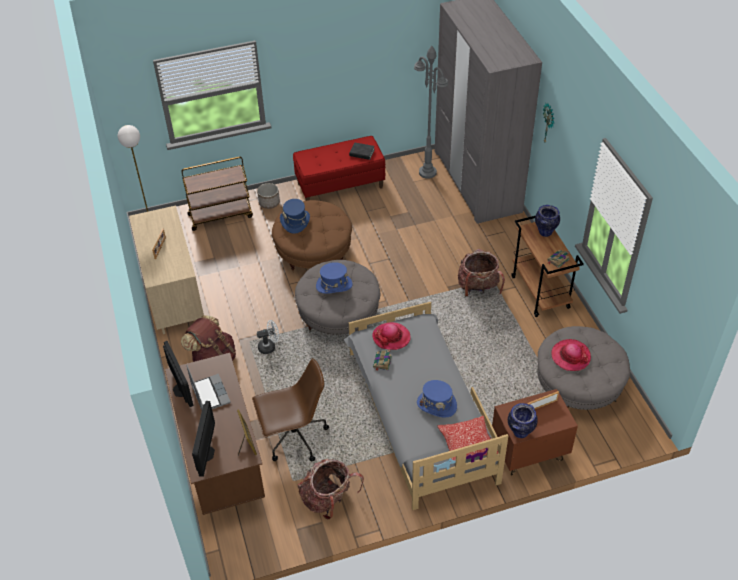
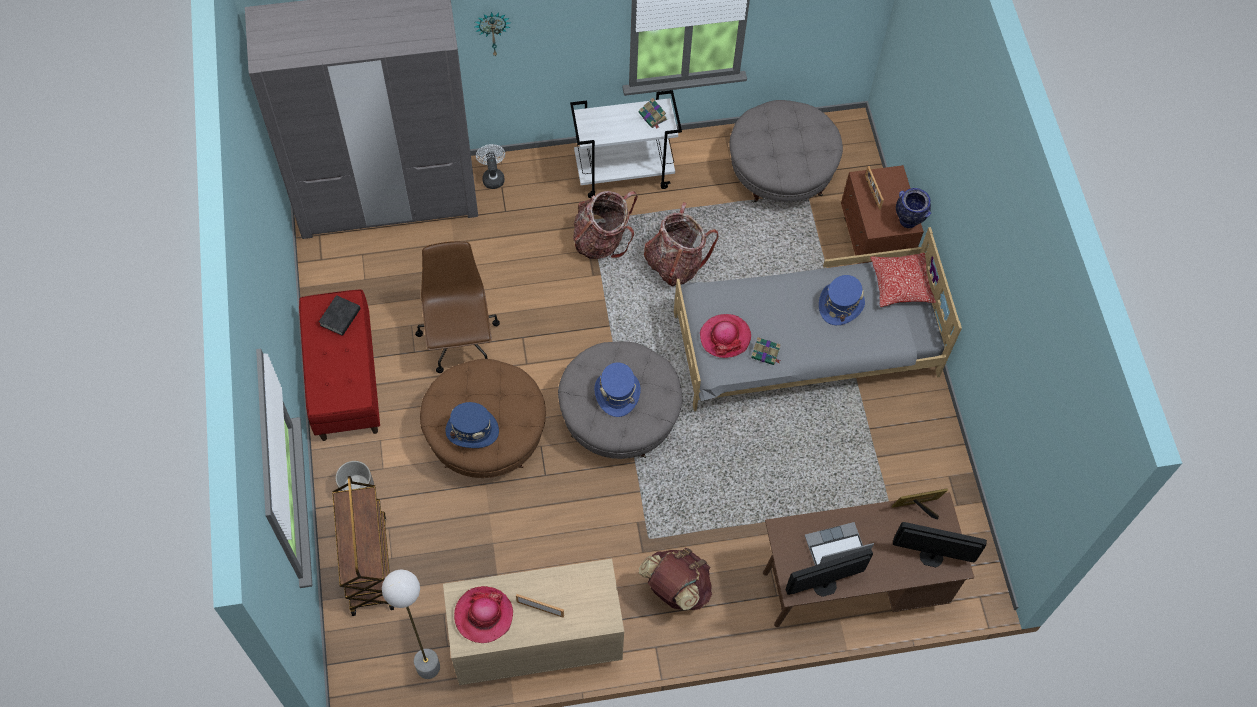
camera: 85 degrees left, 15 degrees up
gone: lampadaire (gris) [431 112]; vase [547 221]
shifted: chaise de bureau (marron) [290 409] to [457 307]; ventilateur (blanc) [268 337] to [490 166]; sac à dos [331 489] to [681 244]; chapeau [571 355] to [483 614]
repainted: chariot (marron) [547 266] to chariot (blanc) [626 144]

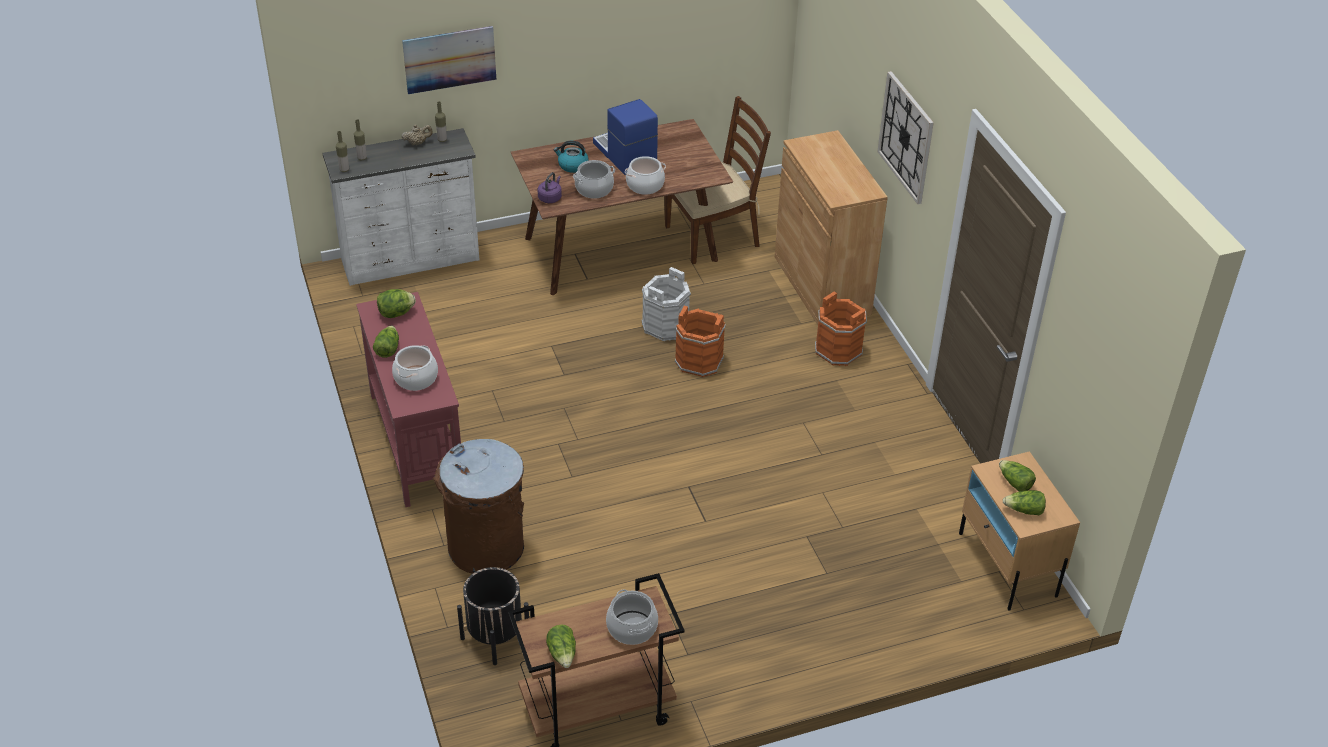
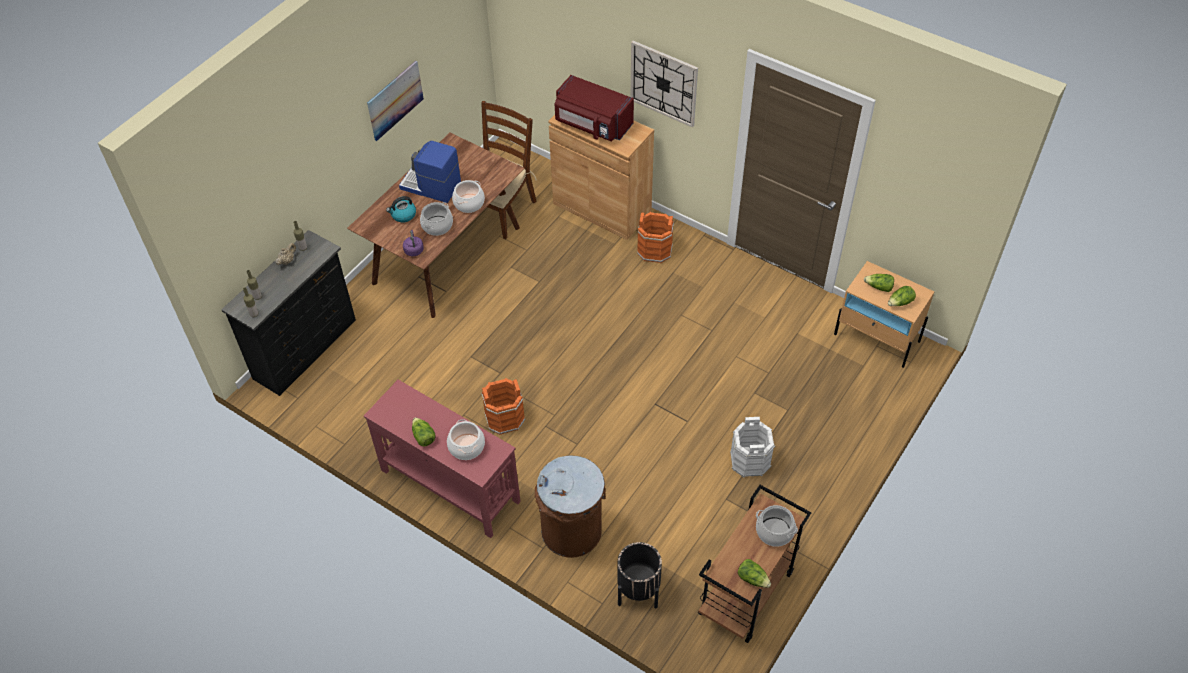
camera: 35 degrees left, 10 degrees up
gone: laitue [396 303]
new: micro-ondes (rouge) [594 108]
shifted: tableau [449 60] to [395 101]; seau (blanc) [666 304] to [752 447]; seau (orange) [700 341] to [503 406]
repainted: commode (blanc) [401 207] to commode (noir) [288 313]

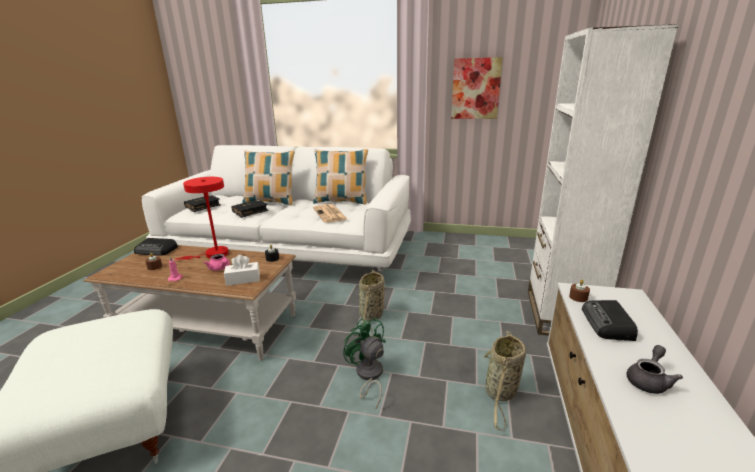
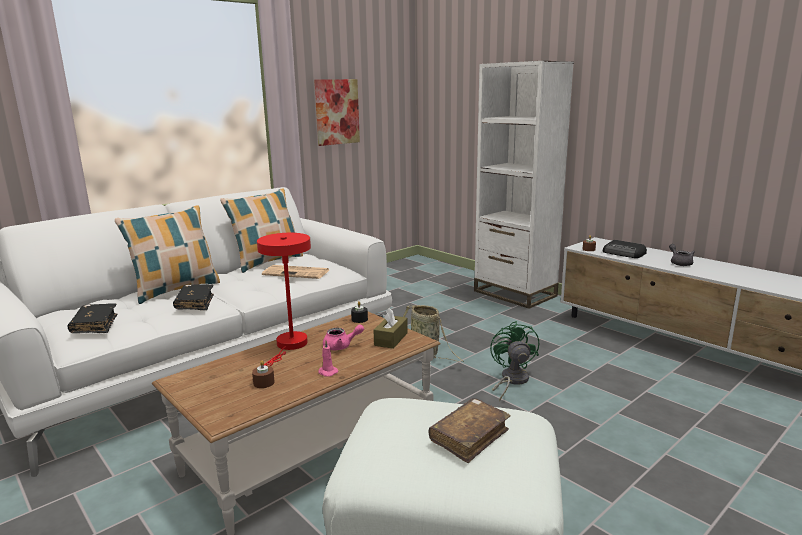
camera: 55 degrees left, 5 degrees down
gone: radio [156 247]; panier [504 381]
new: livre (marron) [470 430]
repainted: boîte à mouchoirs (blanc) [242 270] to boîte à mouchoirs (marron) [390 328]
rotated: ventilateur (vert) [364 364] = [514 361] 90 degrees clockwise

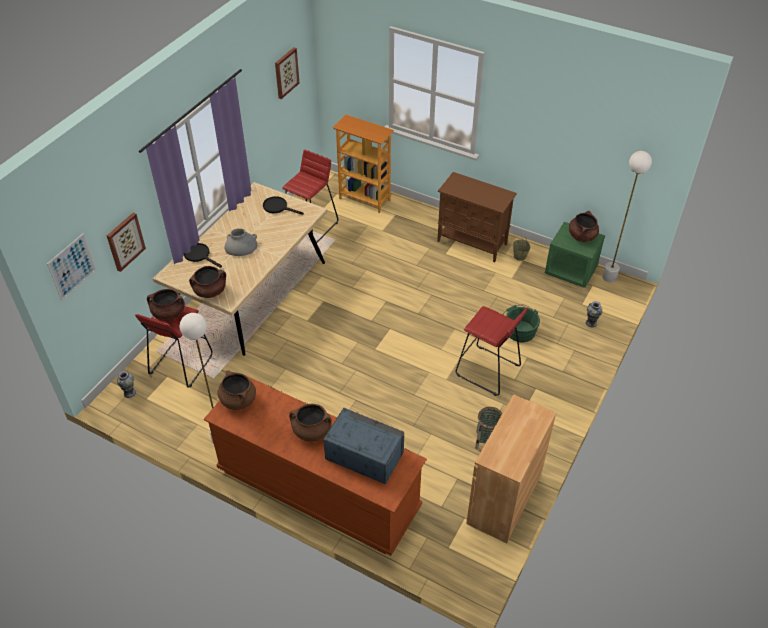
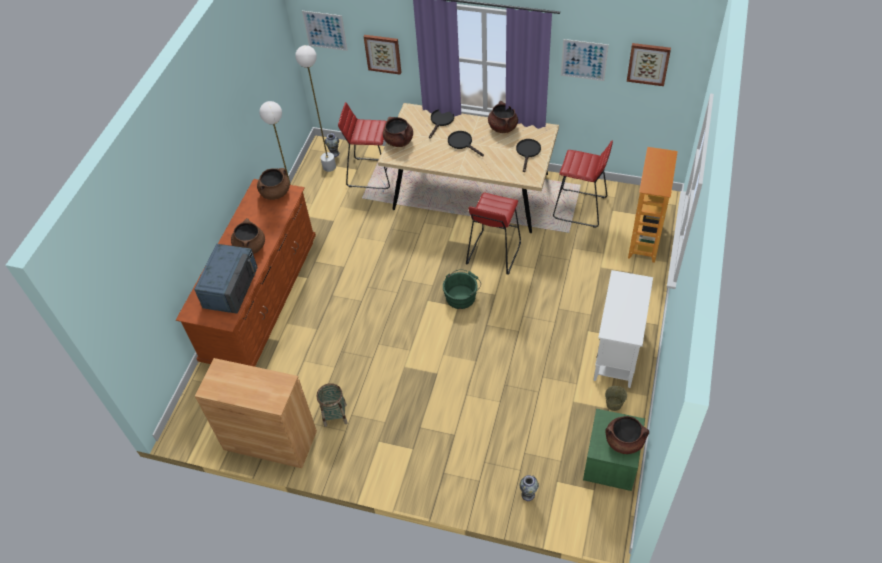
camera: 80 degrees right, 5 degrees up
new: tableau [585 60]
shifted: marmite (marron) [166 305] to [503 117]; tabouret (rouge) [491 351] to [493 233]; seau (vert) [521 323] to [462 289]; lampadaire (blanc) [627 217] to [315 108]
swapped: vase (gris) [240 242] to poêle (noir) [466 143]
repainted: meuble de rangement (marron) [477 217] to meuble de rangement (blanc) [623 329]

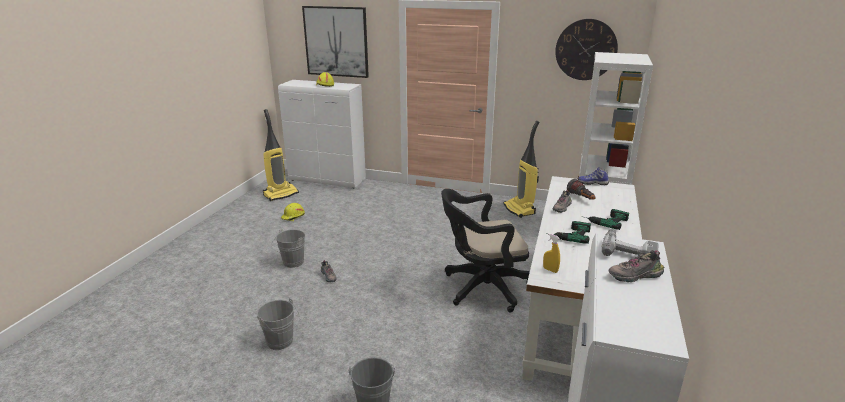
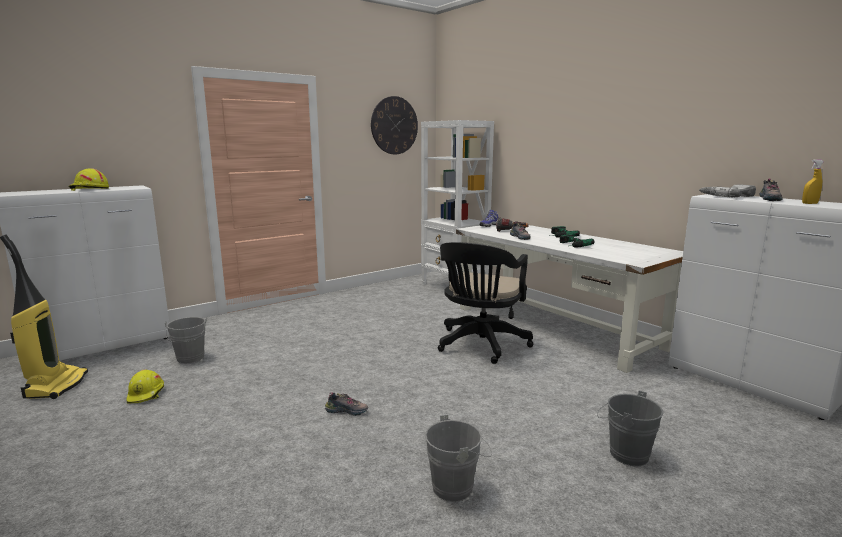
camera: 55 degrees left, 10 degrees down
gone: tableau [335 42]; aspirateur [521 169]
shifted: seau (gris) [288 248] to [186 340]; vaporisateur (jaune) [551 253] to [813 181]

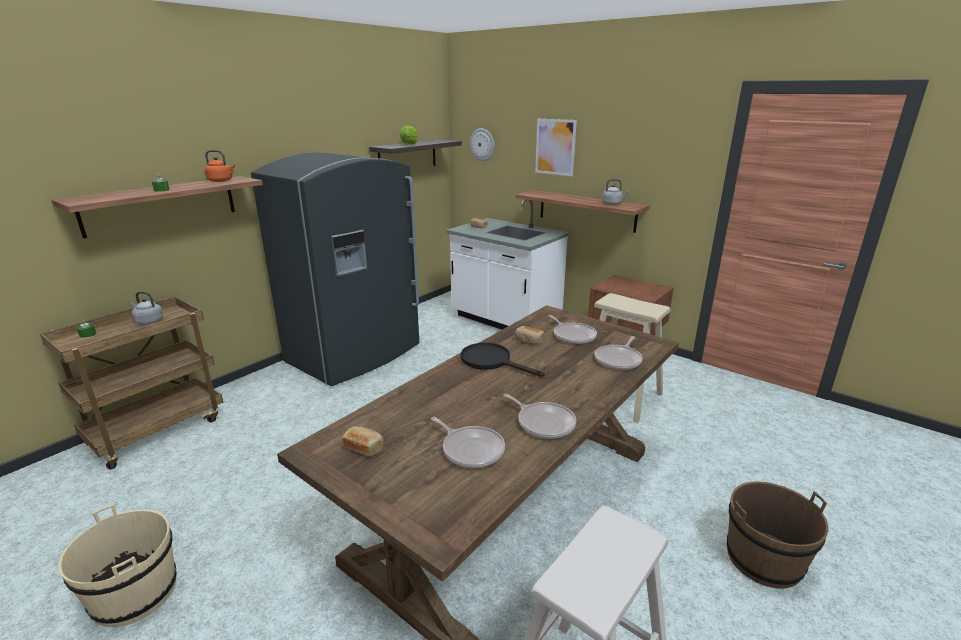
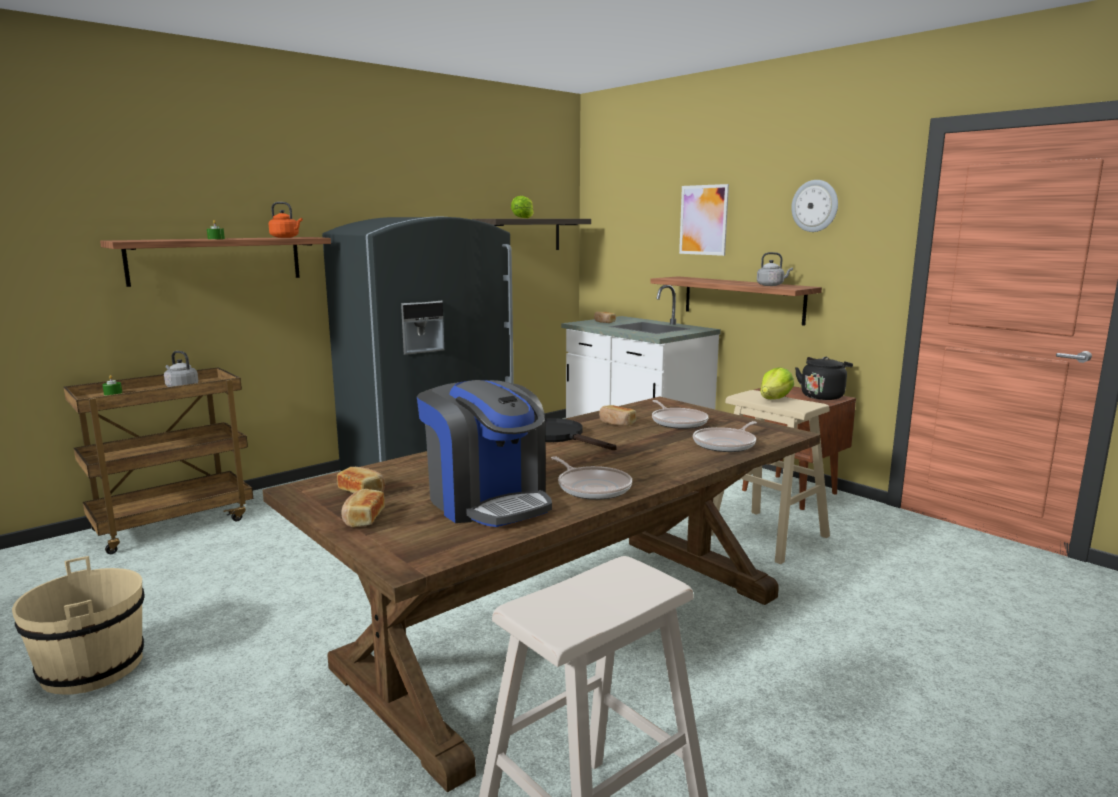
camera: 10 degrees right, 10 degrees down
gone: seau (marron) [777 535]
new: pain [363 508]; laitue [777 383]; bouilloire (noir) [824 378]
shifted: horloge murale [482 144] to [814 206]
swapped: poêle [468 442] to machine à café [484 453]

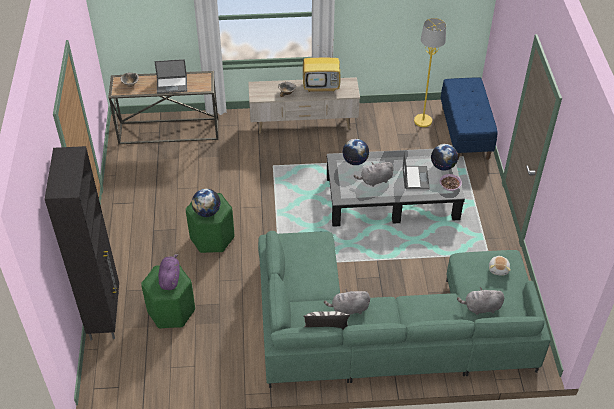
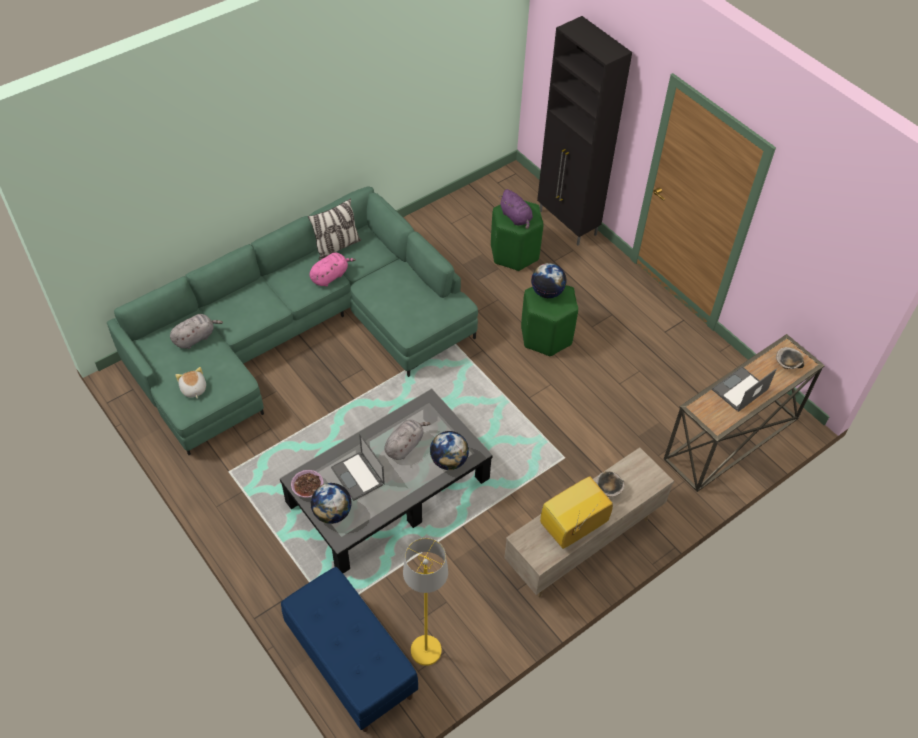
camera: 145 degrees right, 5 degrees up
repainted: peluche (gris) [347 302] to peluche (rose) [332 269]

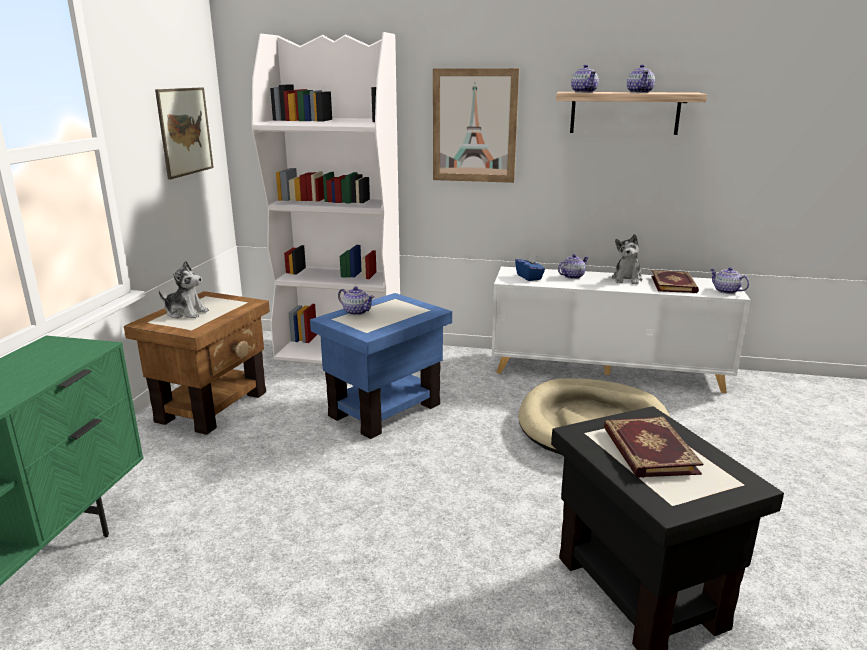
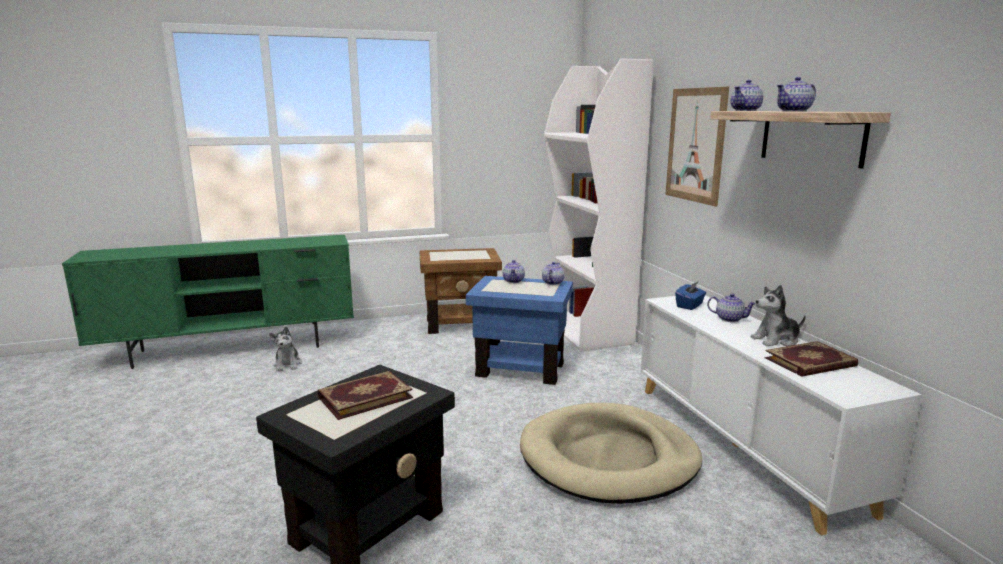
camera: 60 degrees right, 5 degrees down
gone: tableau [184 133]
shifted: peluche [184 290] to [285 349]; théière [730 280] to [553 273]

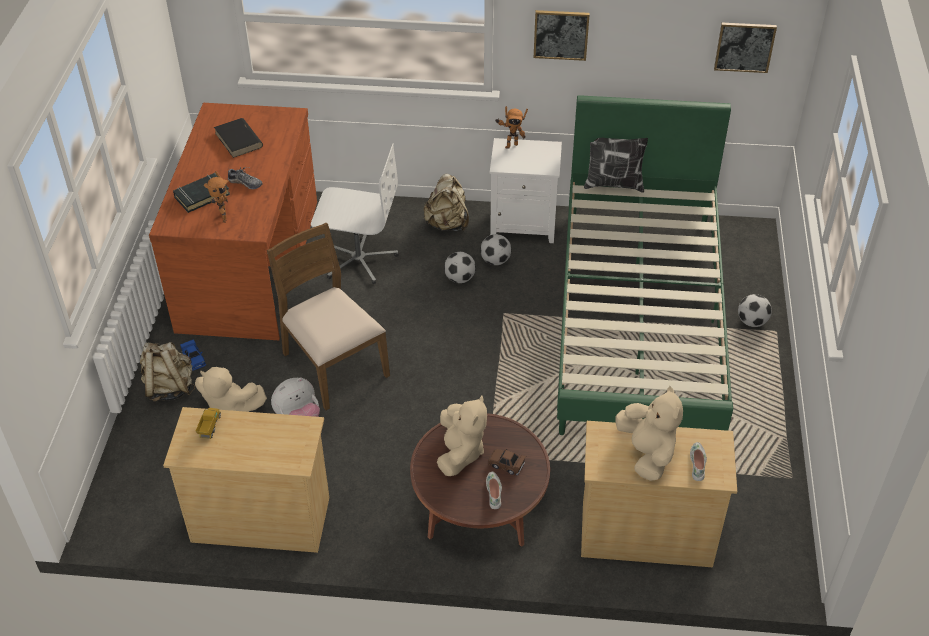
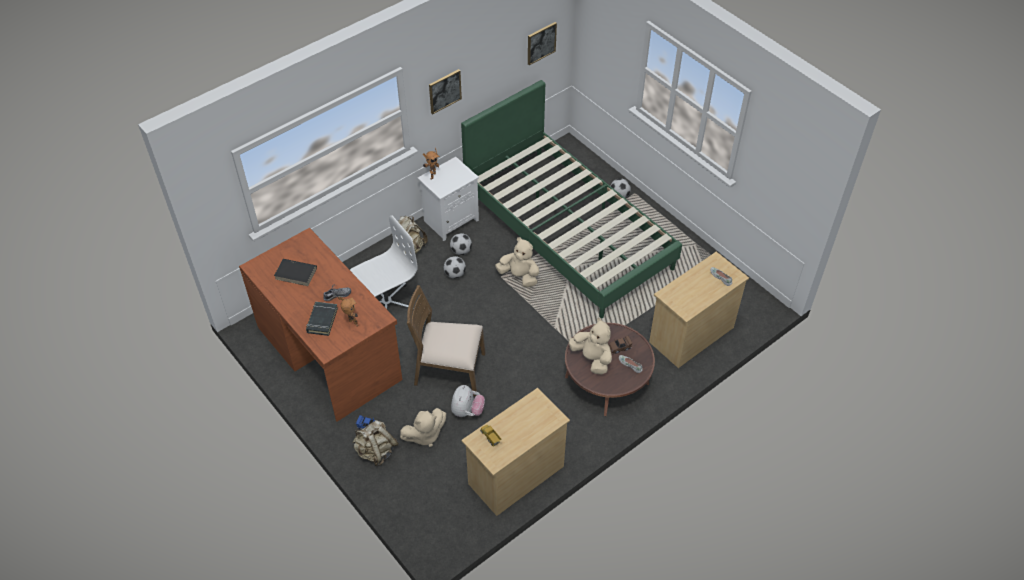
camera: 45 degrees left, 5 degrees up
gone: coussin [616 165]
shifted: peluche (beige) [649 433] to [517 262]

